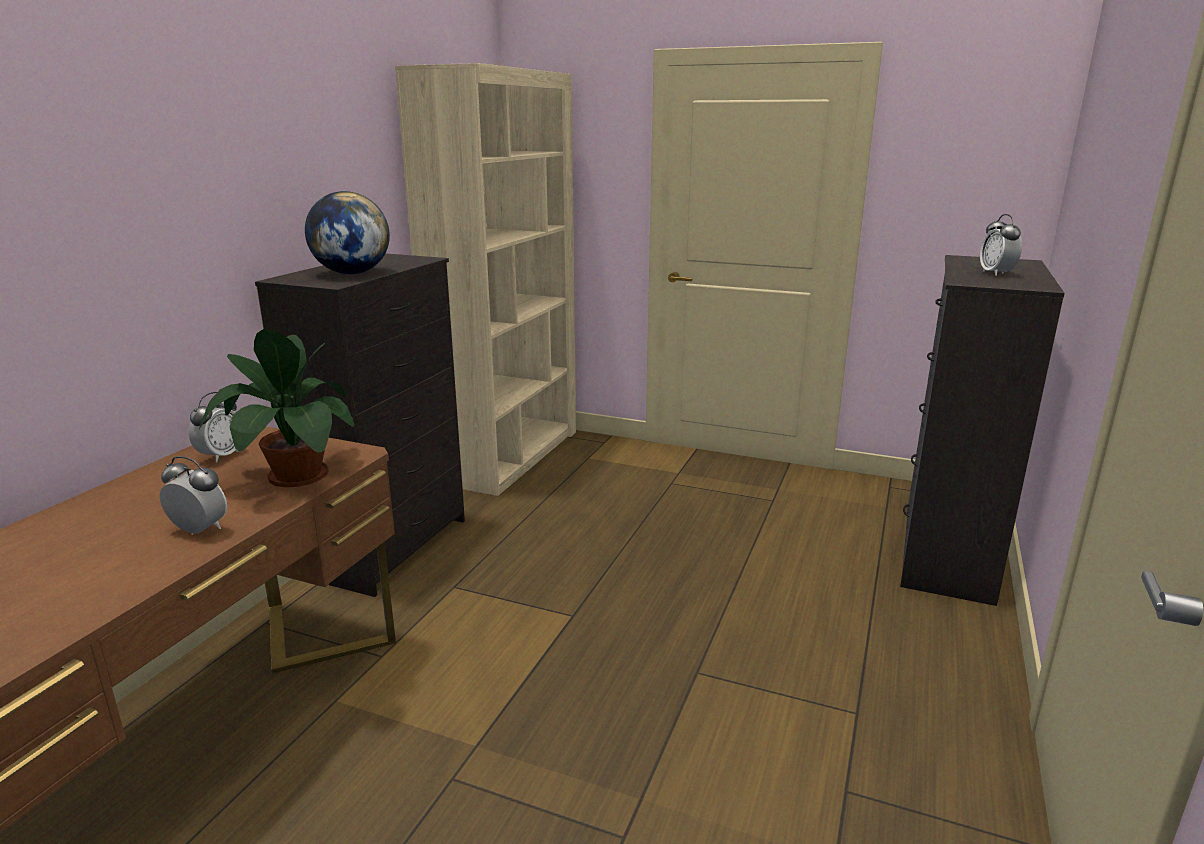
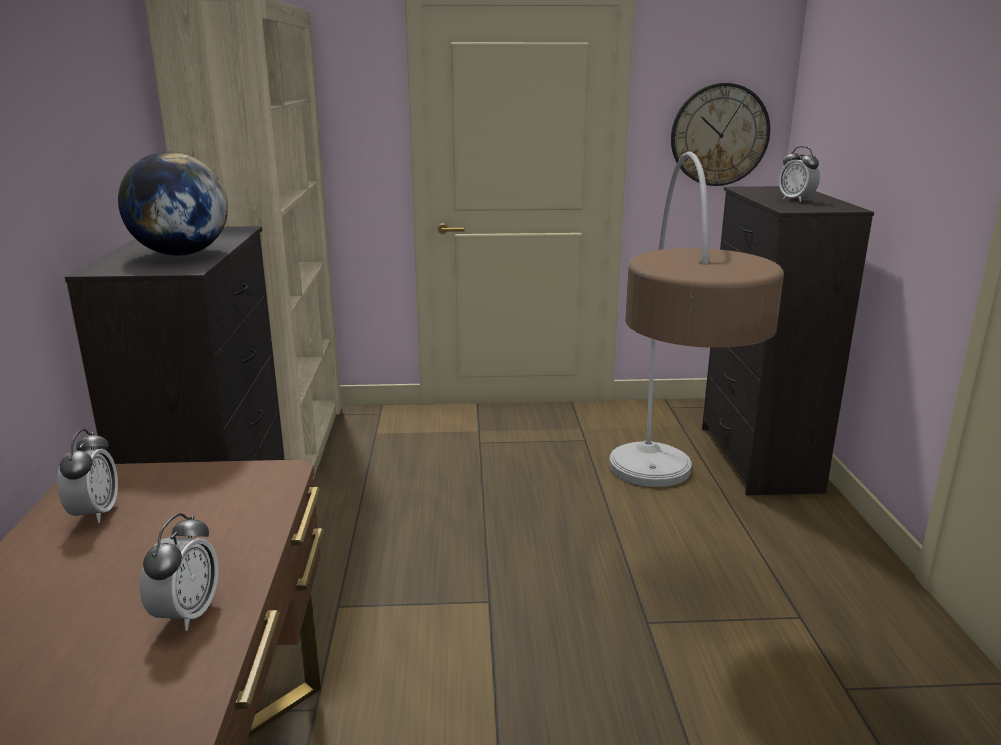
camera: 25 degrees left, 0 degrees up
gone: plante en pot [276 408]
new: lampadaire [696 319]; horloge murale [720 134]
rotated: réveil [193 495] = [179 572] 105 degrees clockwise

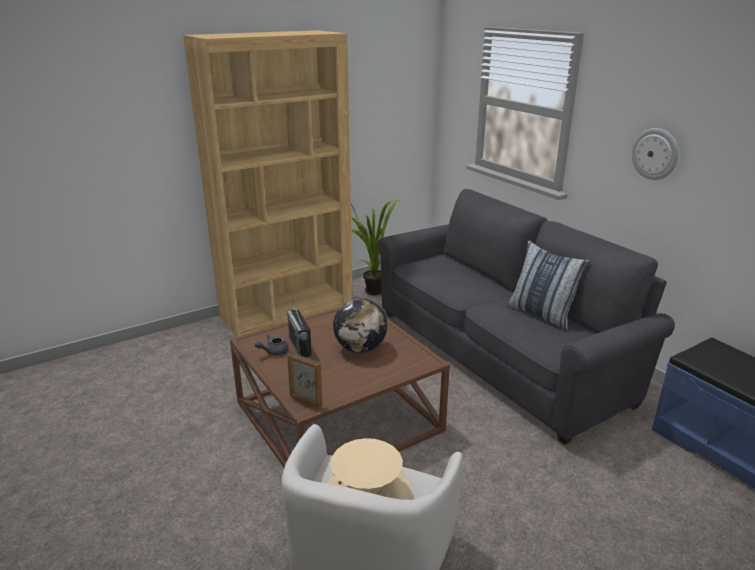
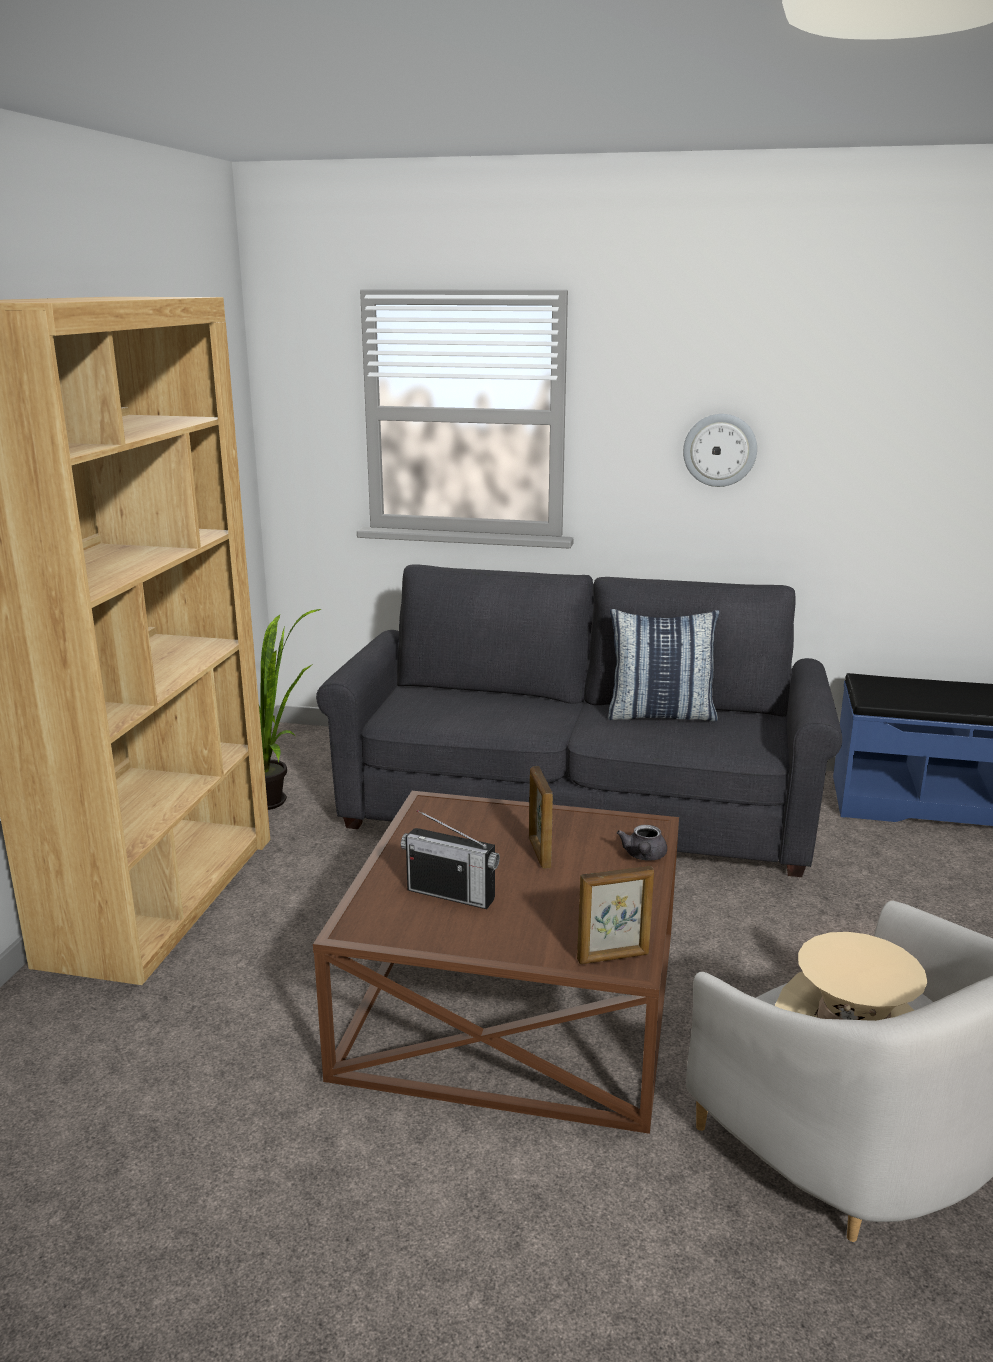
camera: 45 degrees left, 5 degrees down
shifted: théière (gris) [272 345] to [642 843]
swapped: globe [360 325] to cadre photo [541 817]

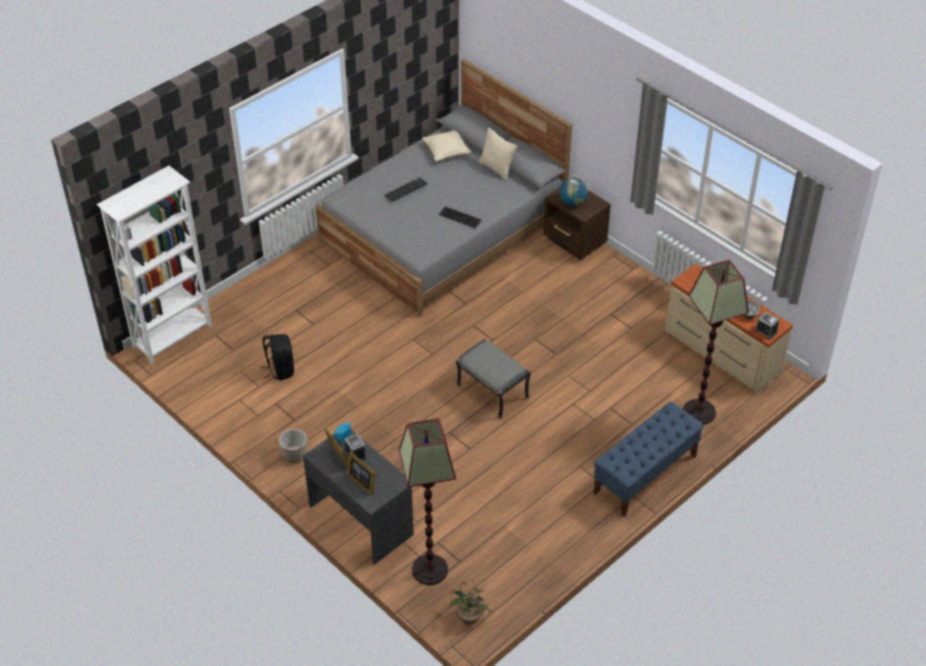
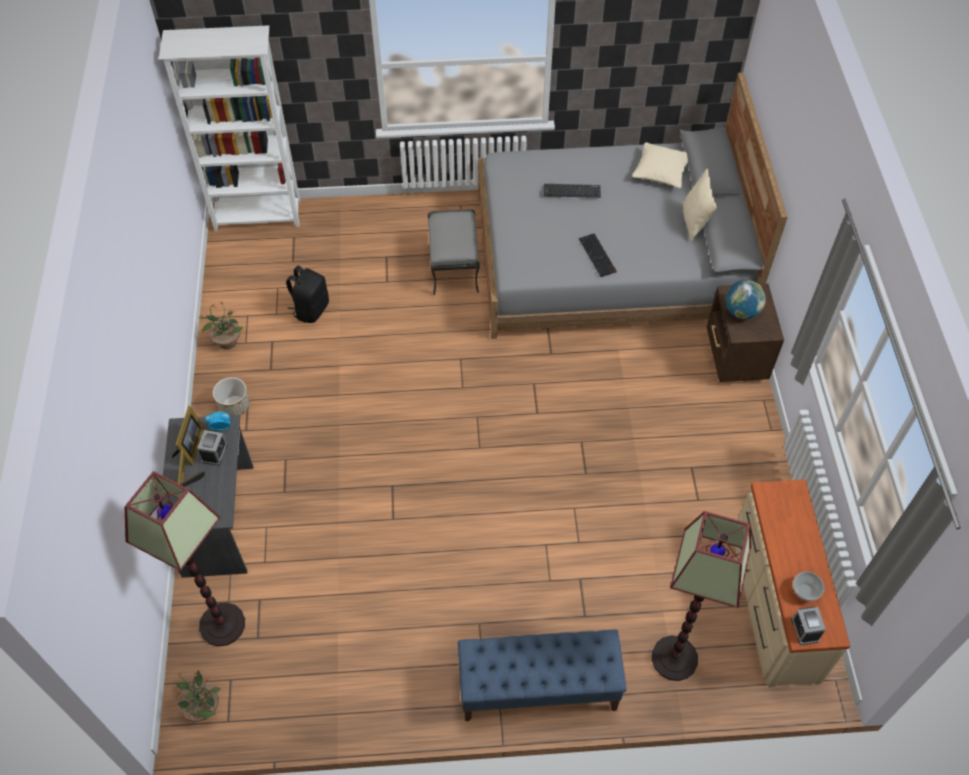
camera: 40 degrees right, 10 degrees up
new: plante en pot [221 325]
shifted: pouf (gris) [493 379] to [454 252]

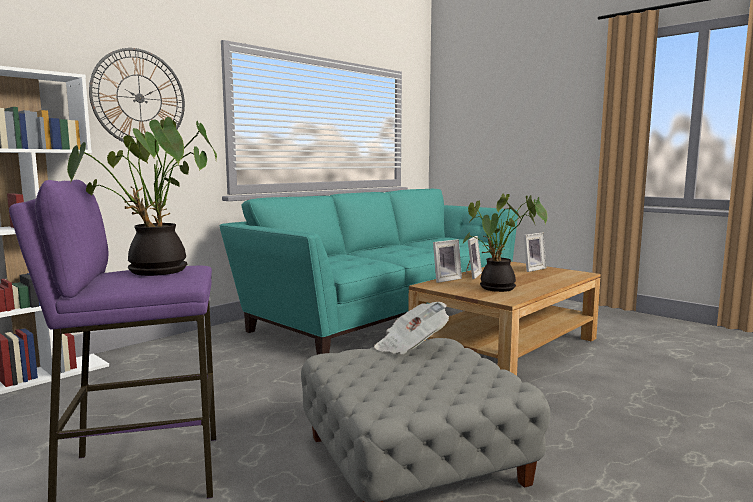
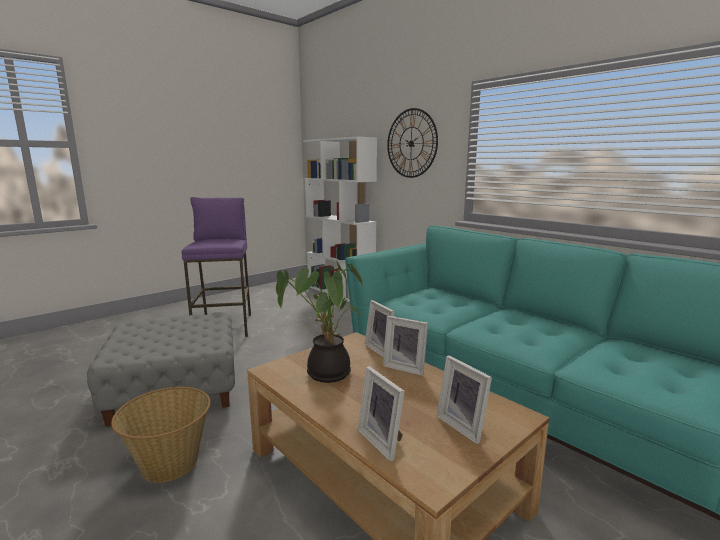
camera: 95 degrees right, 5 degrees up
gone: plante en pot [142 196]; journal [411 328]
new: panier [160 435]; cadre photo [381 414]

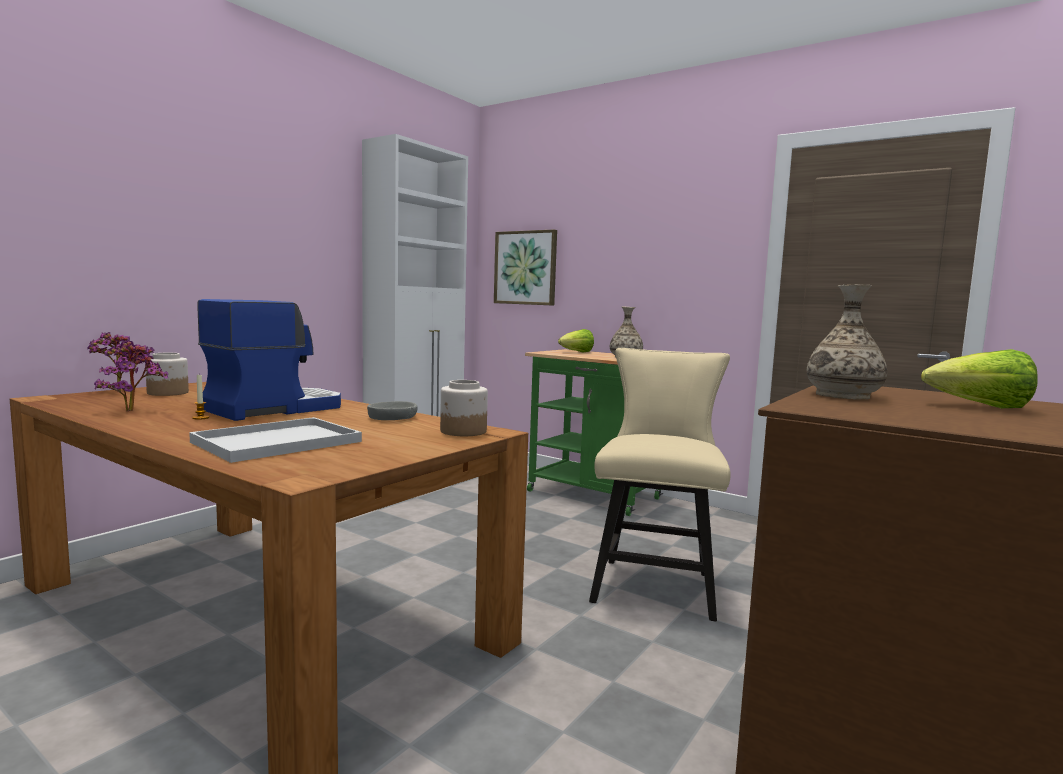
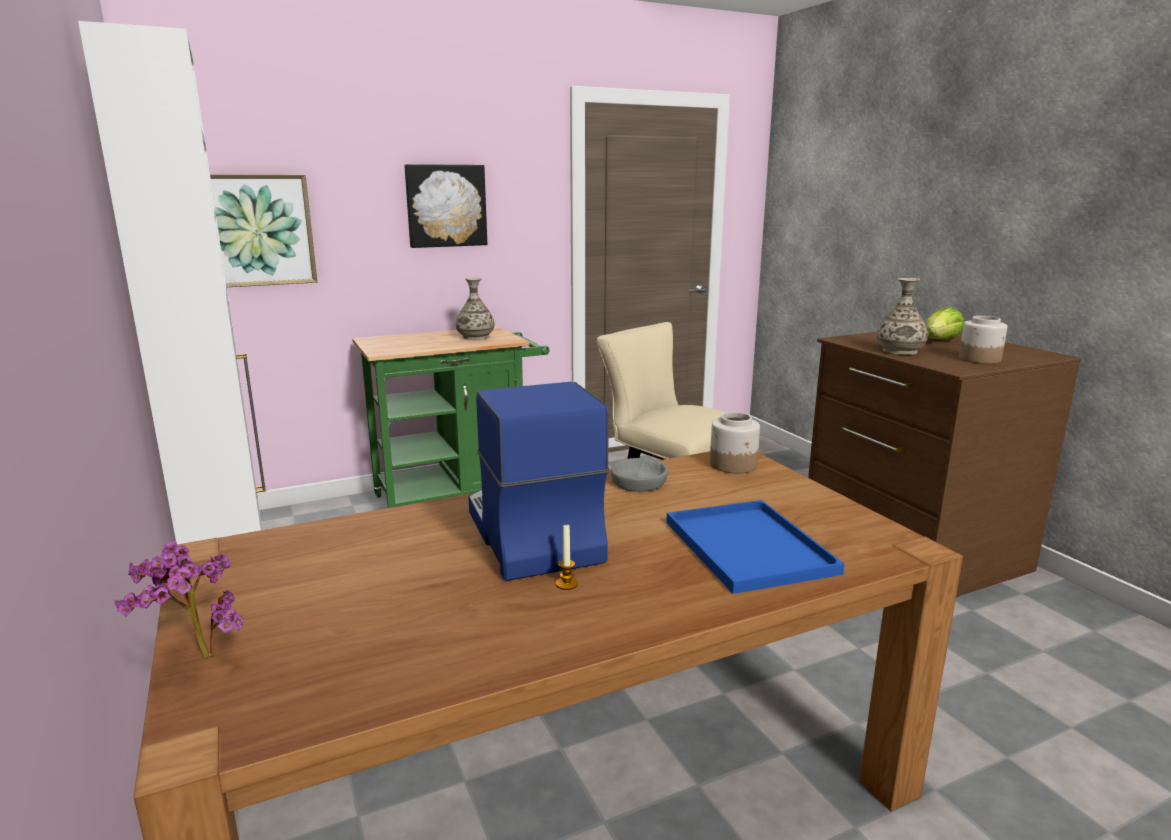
camera: 60 degrees left, 10 degrees up
gone: plante en pot [131 375]; laitue [576 340]
new: tableau [445 206]
shifted: bocal [167 374] to [983 340]
repainted: plateau (blanc) [275 440] to plateau (bleu) [755 547]

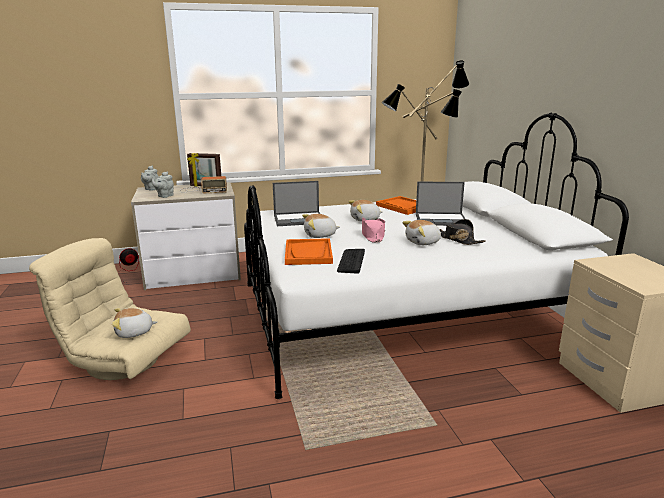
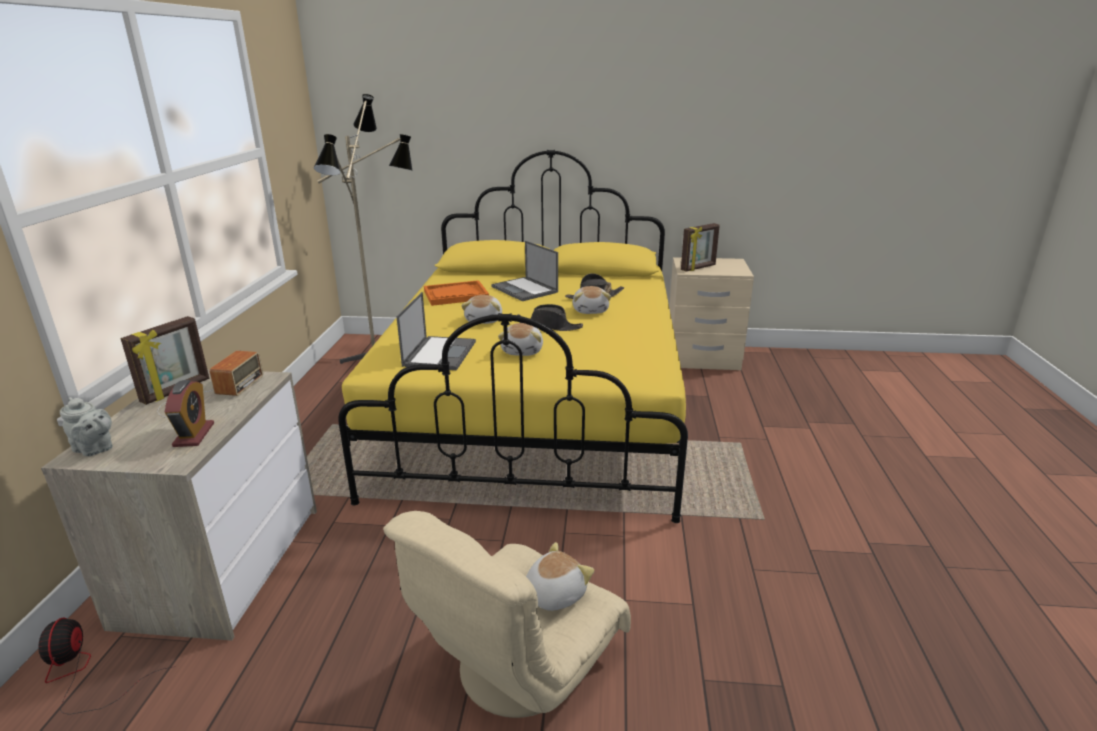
camera: 70 degrees left, 5 degrees up
gone: plateau (orange) [309 251]; clavier [351 261]
new: cadre photo [700 247]
swapped: théière (gris) [163 184] to réveil [189 413]
repainted: lit (blanc) [436 256] to lit (jaune) [513 336]; chapeau (rose) [373 230] to chapeau (noir) [550 317]
rotated: peluche [134 323] = [560 576] 135 degrees counterclockwise; ordinateur portable [440 204] = [524 271] 120 degrees clockwise

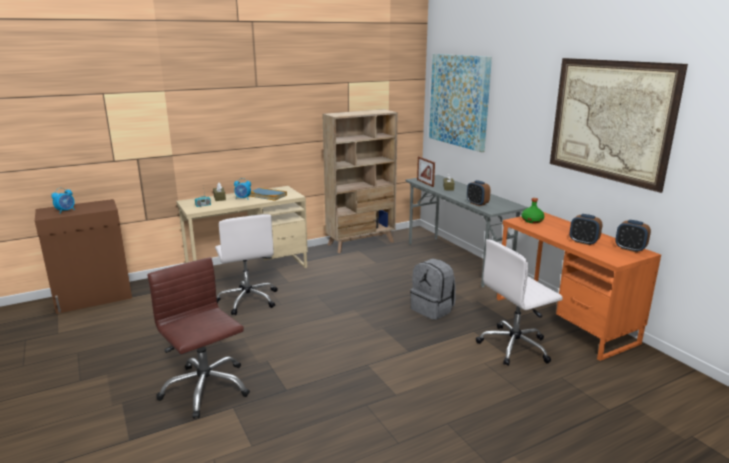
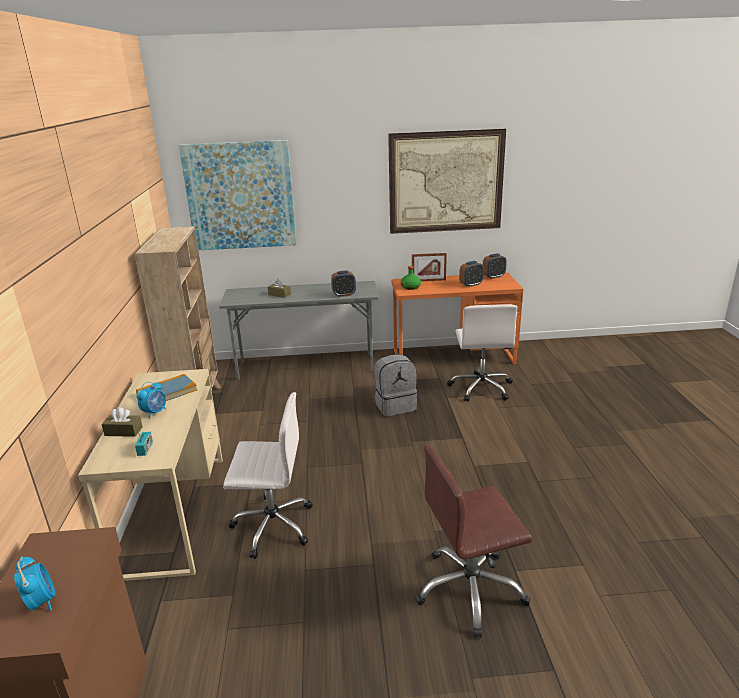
camera: 65 degrees left, 5 degrees up
shifted: cadre photo [426 171] to [429 267]

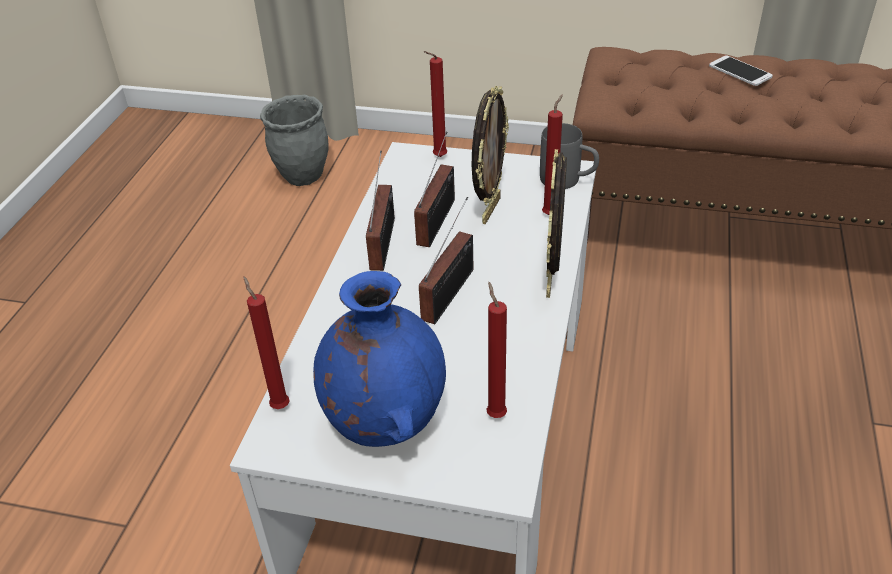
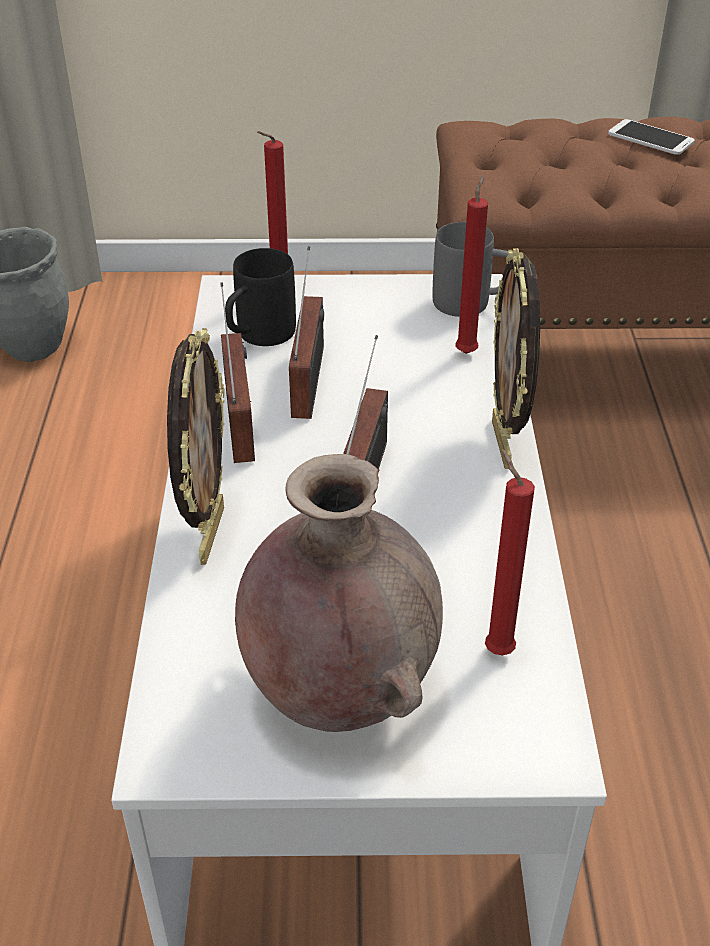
camera: 15 degrees left, 0 degrees up
gone: bougie (rouge) [266 342]
new: mug (noir) [260 297]
shifted: cadre photo [490 155] to [196 446]
repainted: vase (bleu) [379 359] to vase (marron) [339 593]

